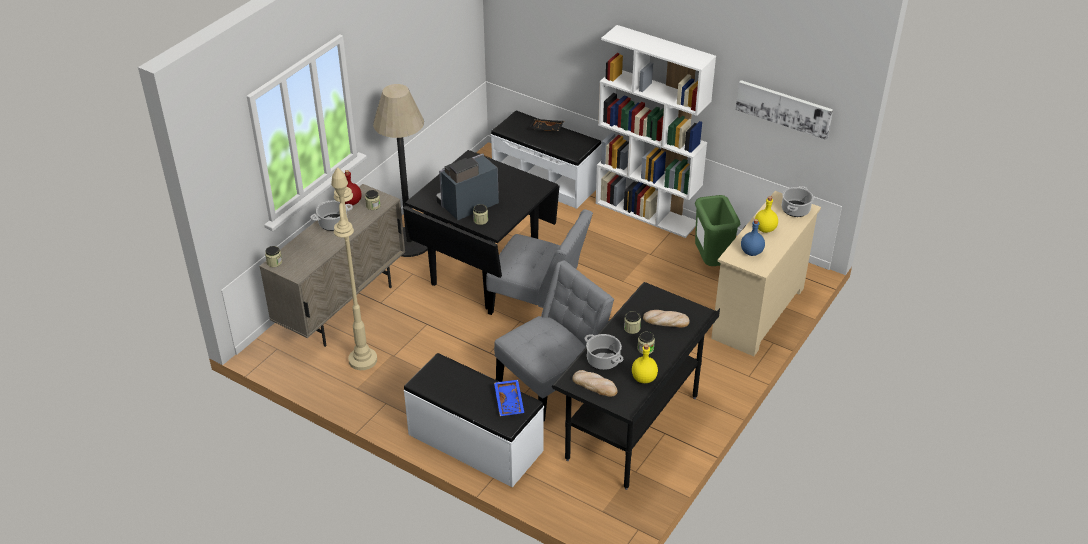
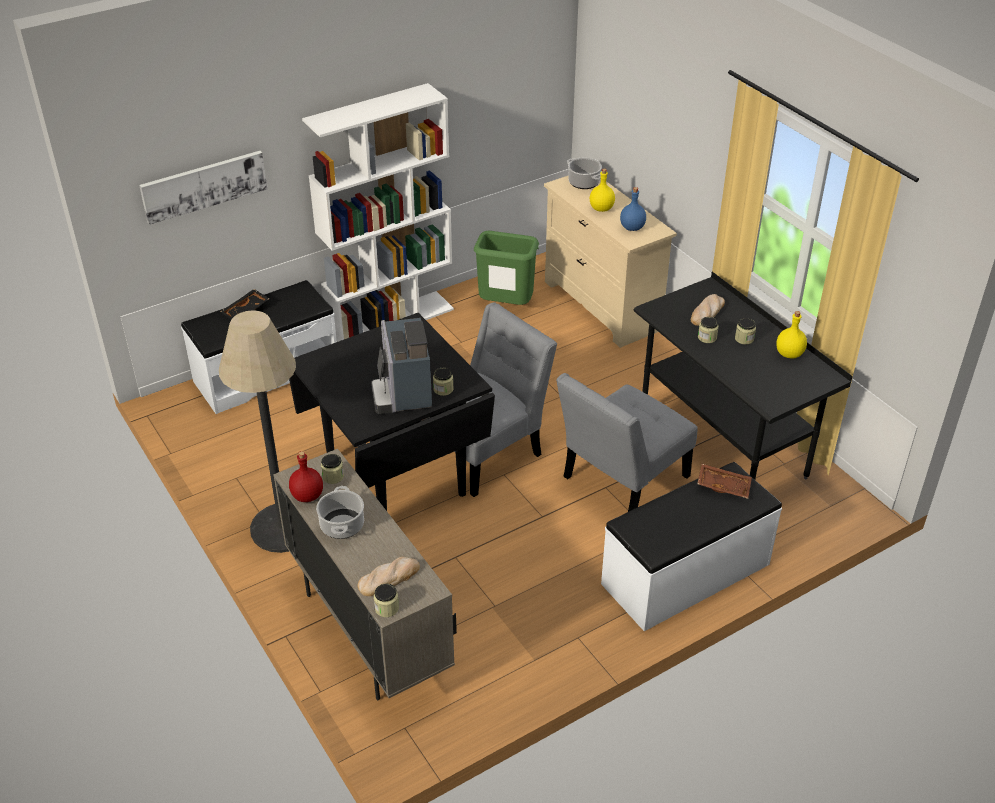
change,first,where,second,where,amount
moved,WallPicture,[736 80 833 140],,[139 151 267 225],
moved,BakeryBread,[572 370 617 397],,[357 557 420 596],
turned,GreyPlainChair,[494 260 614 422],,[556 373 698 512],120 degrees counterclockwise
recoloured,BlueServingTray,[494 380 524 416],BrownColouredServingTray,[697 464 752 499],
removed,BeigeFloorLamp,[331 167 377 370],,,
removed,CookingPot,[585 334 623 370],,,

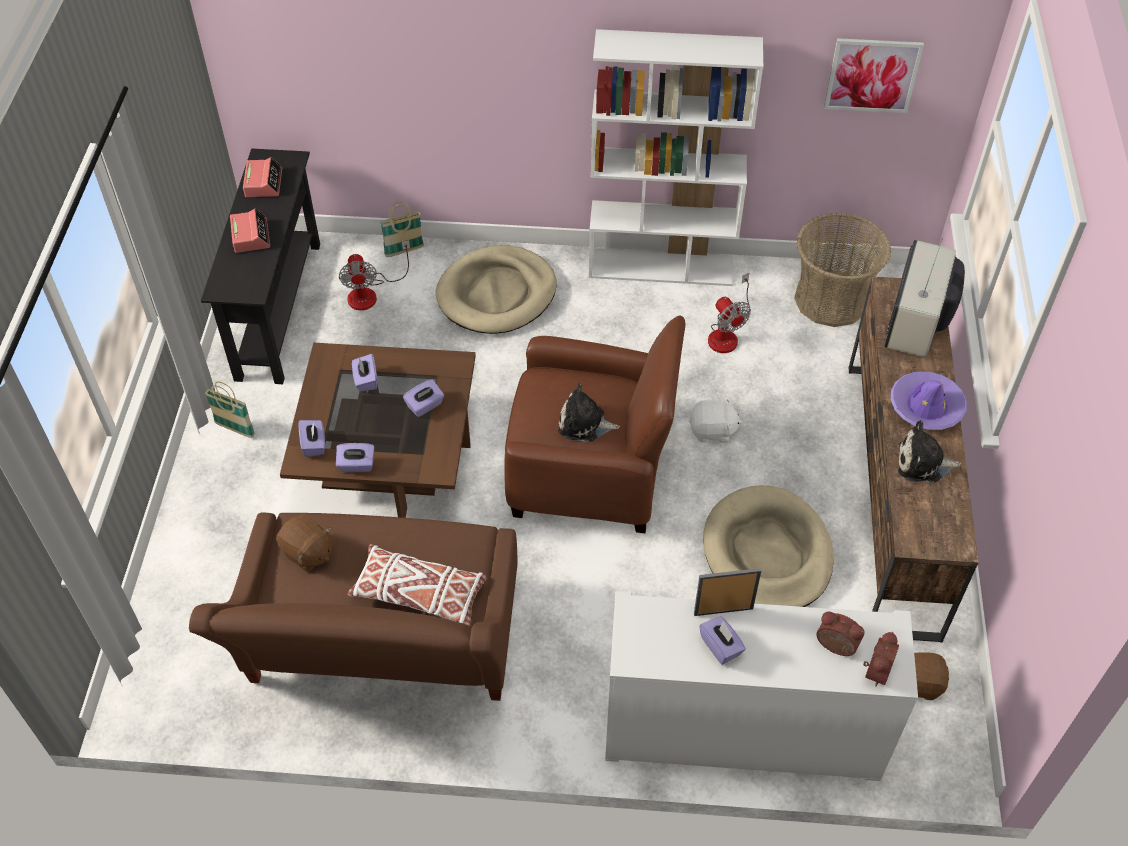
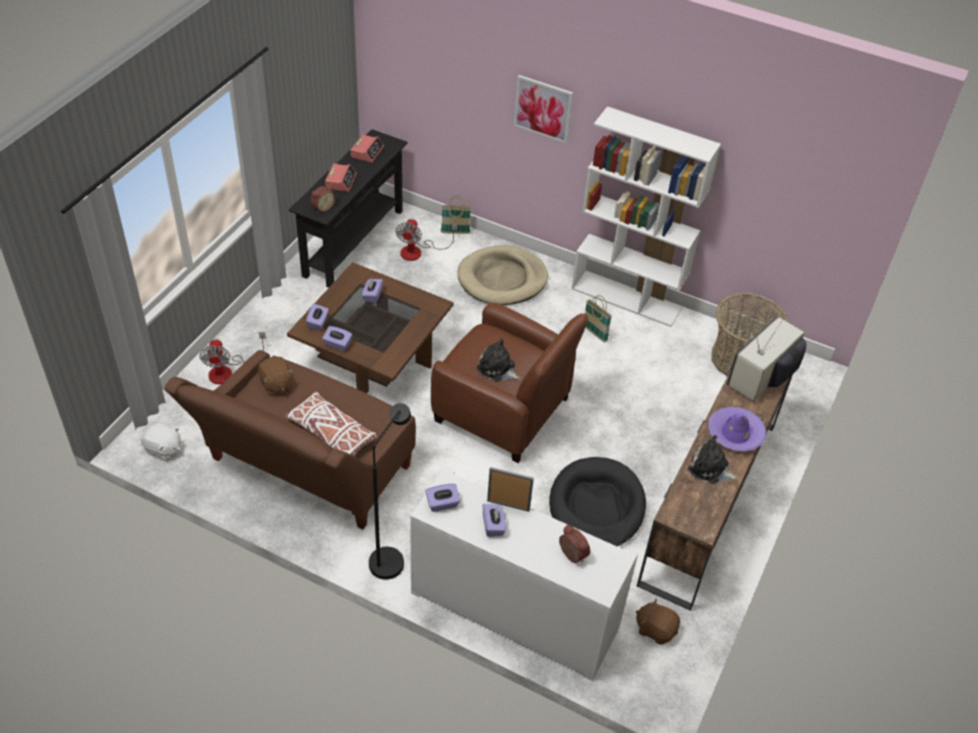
change,first,where,second,where,amount
moved,WhiteColouredPlushToy,[689 398 742 443],,[141 423 181 461],
moved,ElectricFan,[708 273 751 353],,[199 332 266 384],
moved,AlarmClock,[863 632 899 686],,[310 184 336 213],
added,,,BlackishFloorLamp,[369 403 411 580],
moved,PurpleTissueBox,[403 379 444 417],,[425 484 460 512],
moved,WallPicture,[824 38 924 113],,[514 75 573 144],
recoloured,BeigeDogCushion,[703 485 834 607],BlackishDogCushion,[549 457 646 546],
moved,Basket,[205 382 255 438],,[585 295 612 342],

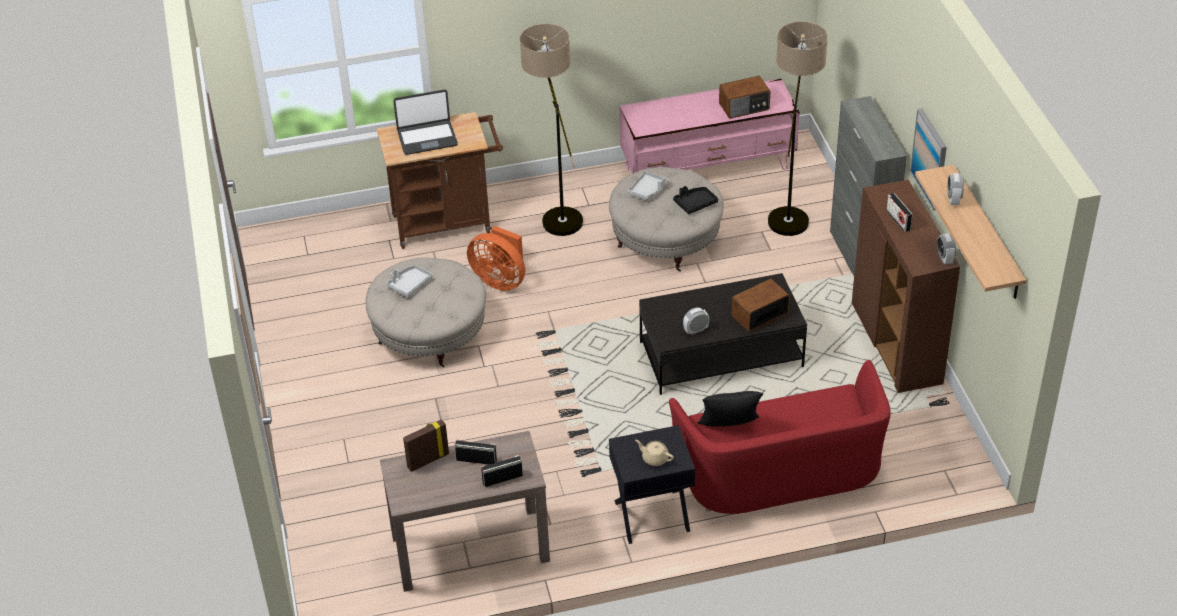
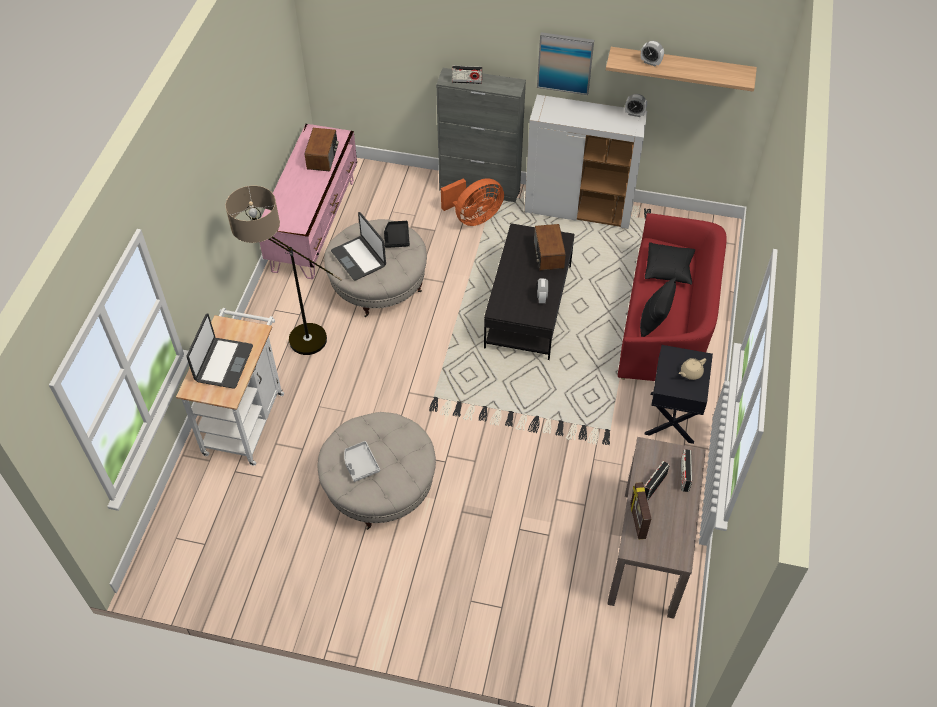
change,first,where,second,where,amount
recoloured,BrownColouredWheeledCart,[377 112 503 249],WhiteColouredWheeledCart,[176 308 284 466],
replaced,GreyServingTray,[628 171 668 200],PortableComputer,[331 212 386 281],
moved,OrangeColouredElectricFan,[467 226 525 291],,[441 178 504 226],
moved,RadioReceiver,[886 193 913 232],,[452 66 482 84],
recoloured,BrownColouredCabinet,[852 180 960 393],WhiteColouredCabinet,[524 95 647 229],
added,,,BlackishPillow,[645 242 695 285],
removed,FloorLamp,[768 21 828 236],,,

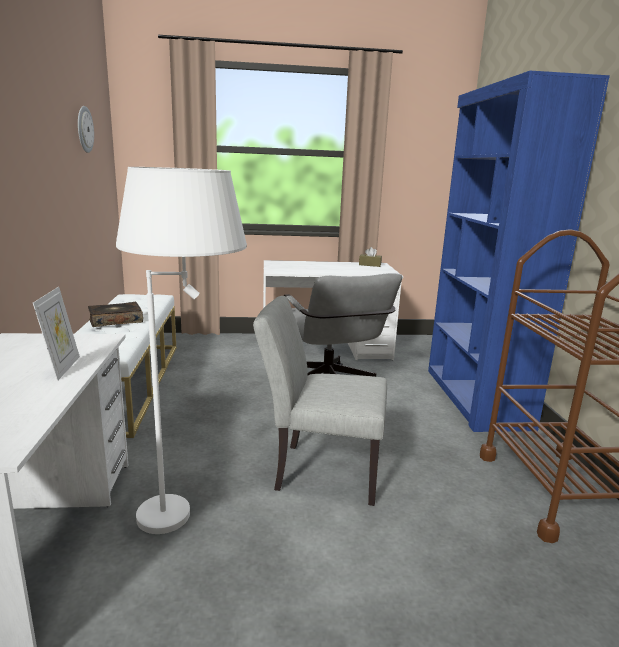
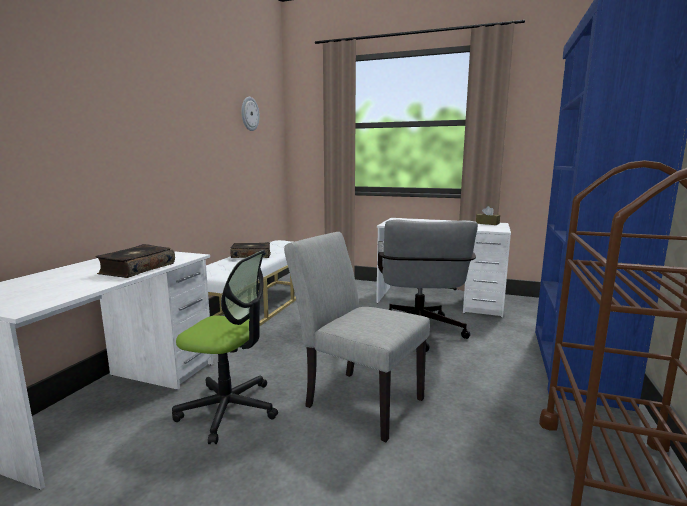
change,first,where,second,where,amount
replaced,StandingFrame,[33 287 80 381],BoundBook,[95 244 175 278],
replaced,WhiteColouredFloorLamp,[116 167 247 534],ComputerChair,[172 250 278 444],

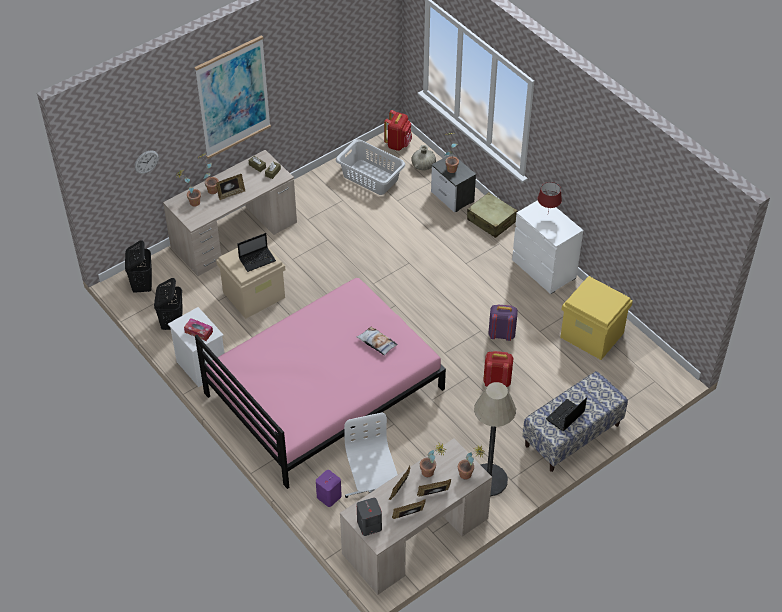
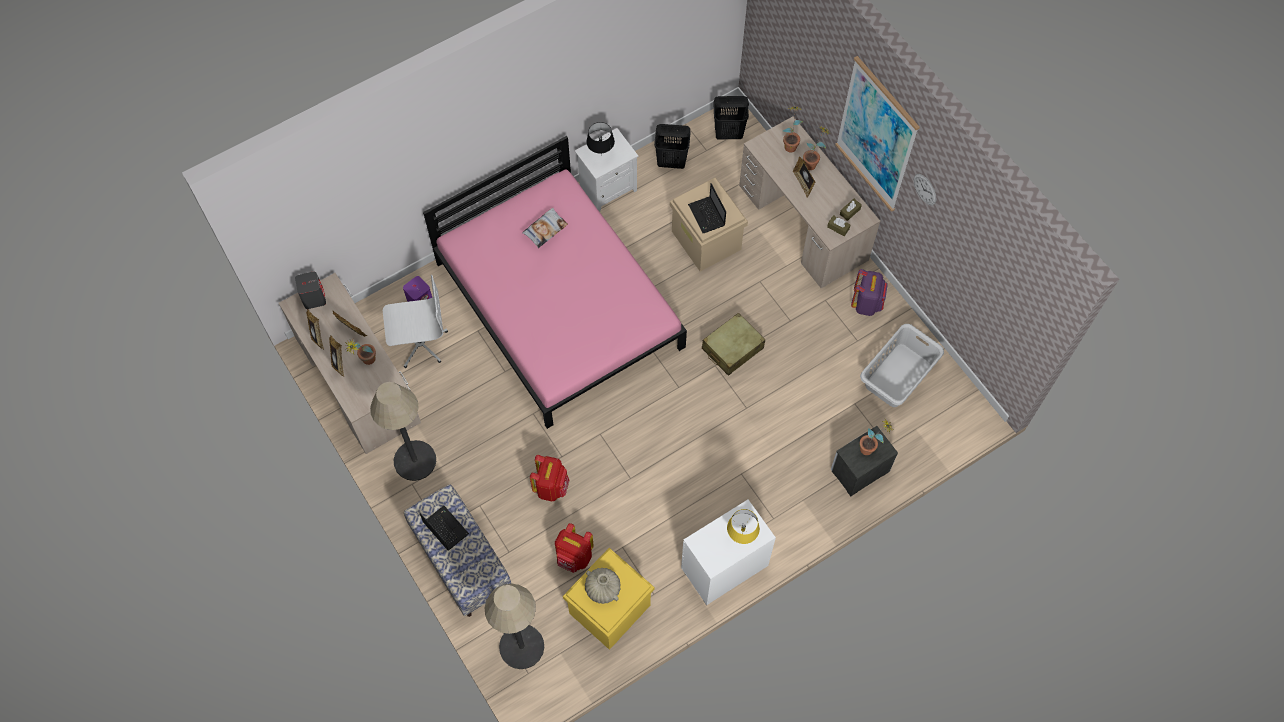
change,first,where,second,where,amount
added,,,FloorLamp,[485 584 544 669],
moved,Pillow,[356 327 398 356],,[522 208 568 248],
moved,ReddishKnapsack,[384 110 412 151],,[555 523 594 573],
moved,BeigeDecorativeVase,[411 145 436 170],,[585 568 621 604],
replaced,TissueBox,[184 318 213 341],BlackishTabletopLamp,[586 122 615 153],
moved,BeigeSuitcase,[467 192 517 238],,[702 313 765 376],
recoloured,ReddishTabletopLamp,[538 182 562 211],YellowTabletopLamp,[727 509 760 544],
moved,PurpleKnapsack,[488 304 518 341],,[851 269 888 316],
moved,ClockOnTheWall,[135 150 159 174],,[914 174 936 205],
removed,PlantInAPot,[458 445 485 480],,,

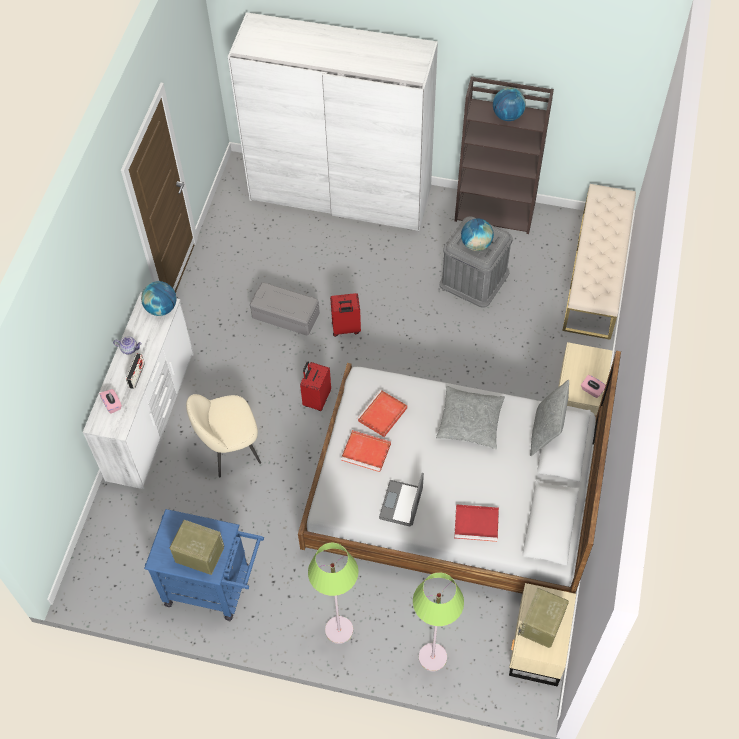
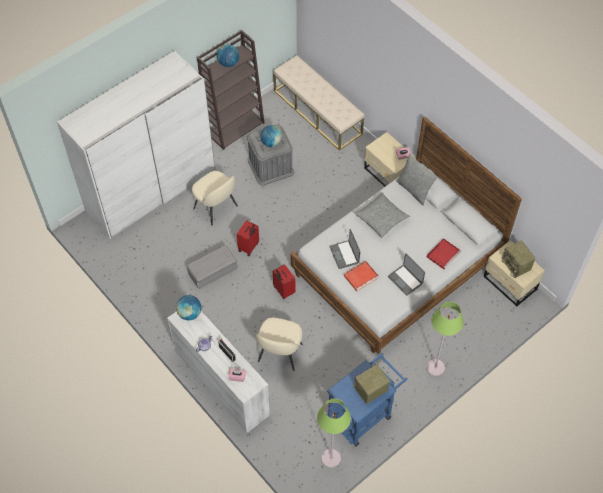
change,first,where,second,where,amount
added,,,BeigePlainChair,[192 171 238 226],
moved,GreenishFloorLamp,[413 572 464 671],,[317 398 351 468],
replaced,ReddishServingTray,[357 390 407 437],PortableComputer,[329 229 360 269],

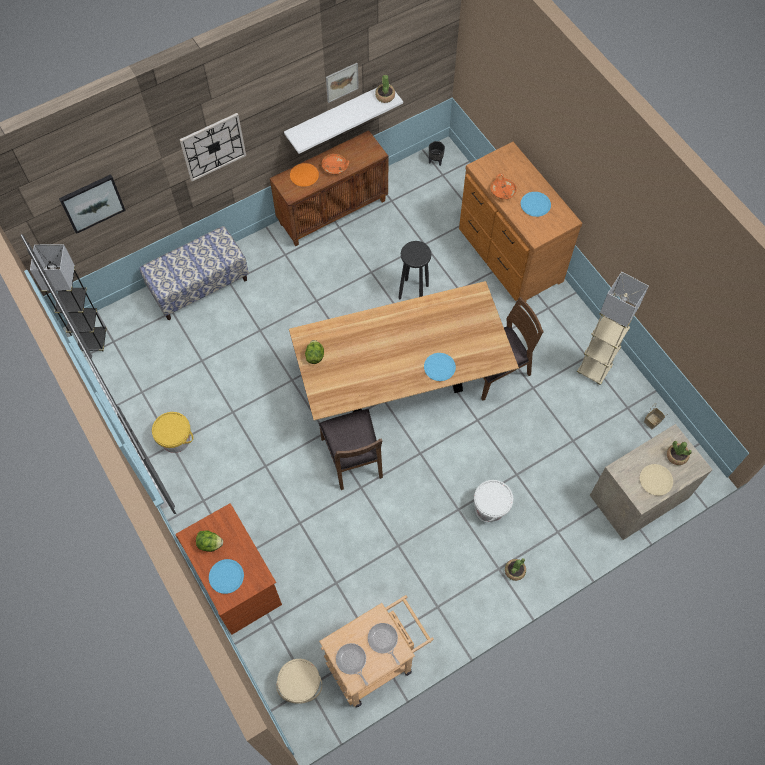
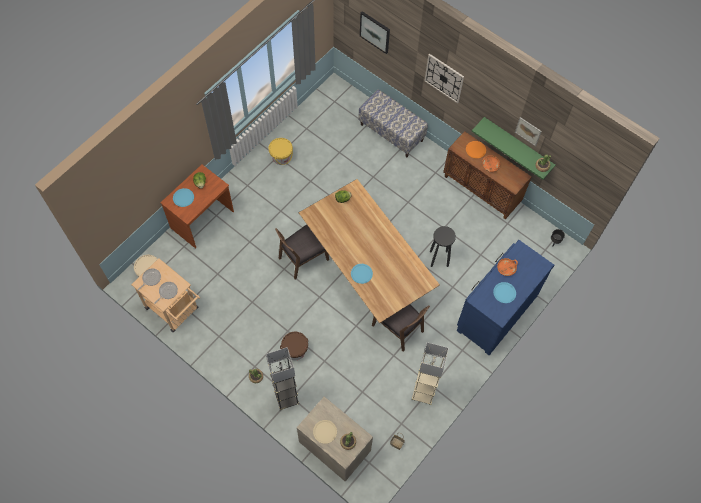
change,first,where,second,where,amount
moved,GreyFloorLamp,[30 244 106 351],,[266 347 299 410],
recoloured,WhiteColouredBucket,[474 480 513 522],BrownColouredBucket,[280 332 308 360],
recoloured,BrownColouredDresser,[459 142 582 306],BlueDresser,[457 240 554 356],
recoloured,WhiteColouredWallShelf,[284 84 403 154],GreenishWallShelf,[472 117 555 180],

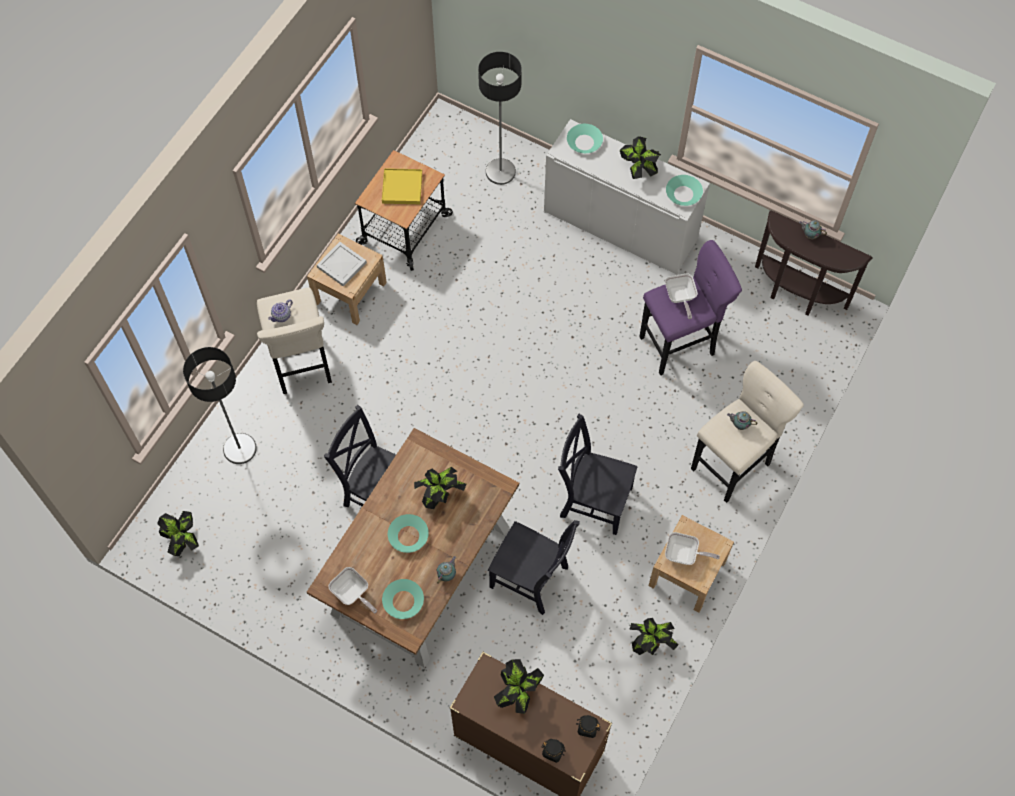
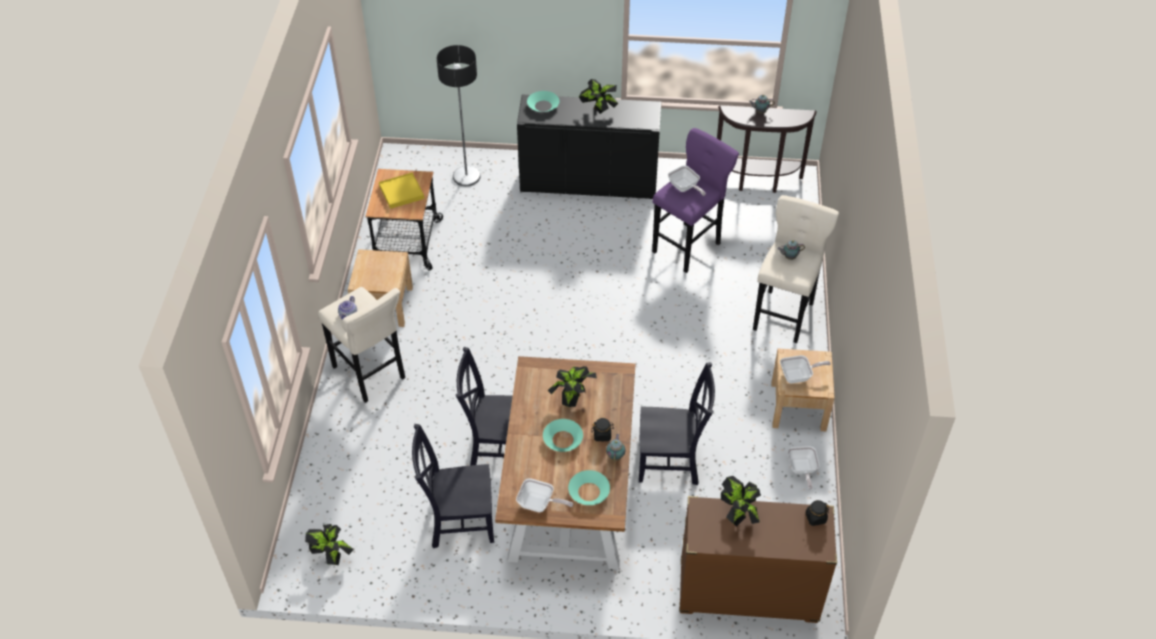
change,first,where,second,where,amount
moved,BlackishPlainChair,[558 414 638 535],,[412 424 494 548],
recoloured,WhiteColouredCabinet,[544 119 710 274],BlackishCabinet,[517 95 661 199],
moved,BlackishJar,[542 739 566 763],,[592 418 614 441],
replaced,PlantInAPot,[629 618 679 655],Pan,[788 446 820 490],
removed,FloorLamp,[183 347 257 464],,,
removed,WhiteColouredServingTray,[317 242 367 287],,,
removed,TurquoiseDeepDish,[666 175 703 206],,,

